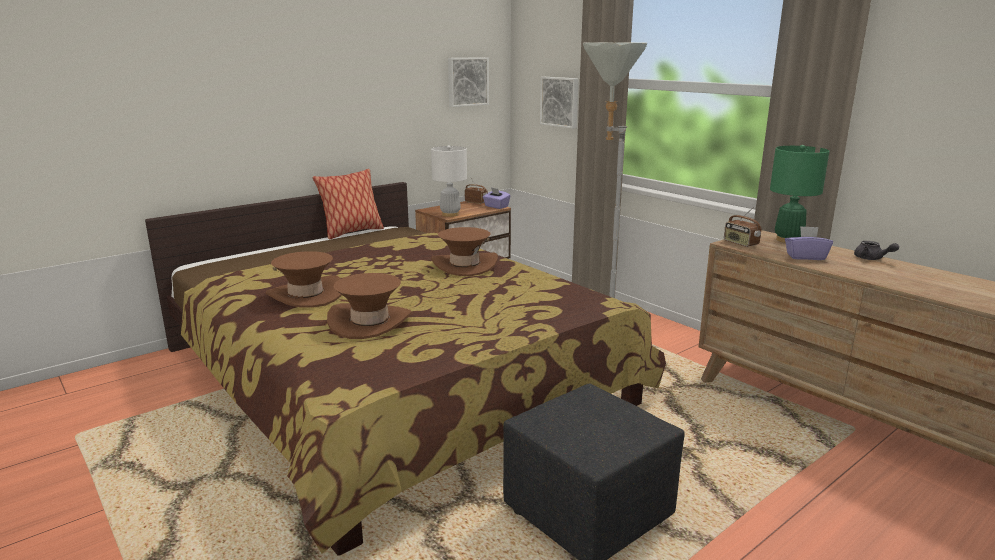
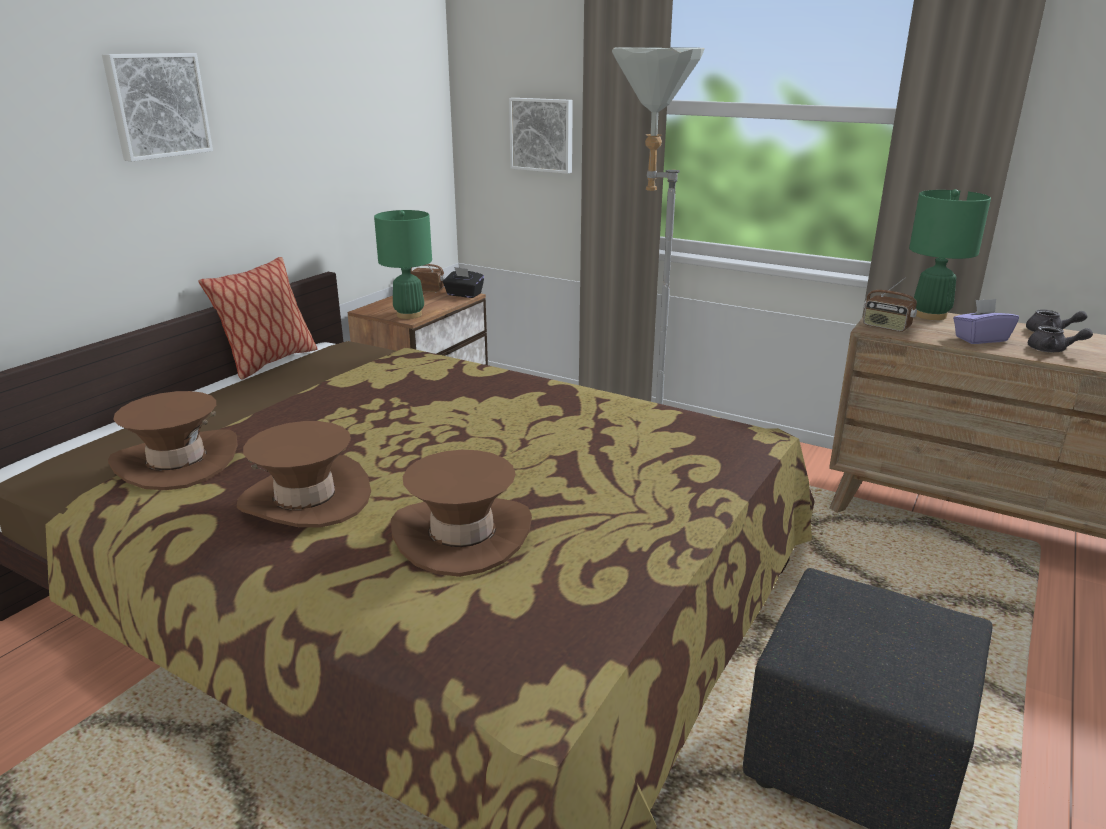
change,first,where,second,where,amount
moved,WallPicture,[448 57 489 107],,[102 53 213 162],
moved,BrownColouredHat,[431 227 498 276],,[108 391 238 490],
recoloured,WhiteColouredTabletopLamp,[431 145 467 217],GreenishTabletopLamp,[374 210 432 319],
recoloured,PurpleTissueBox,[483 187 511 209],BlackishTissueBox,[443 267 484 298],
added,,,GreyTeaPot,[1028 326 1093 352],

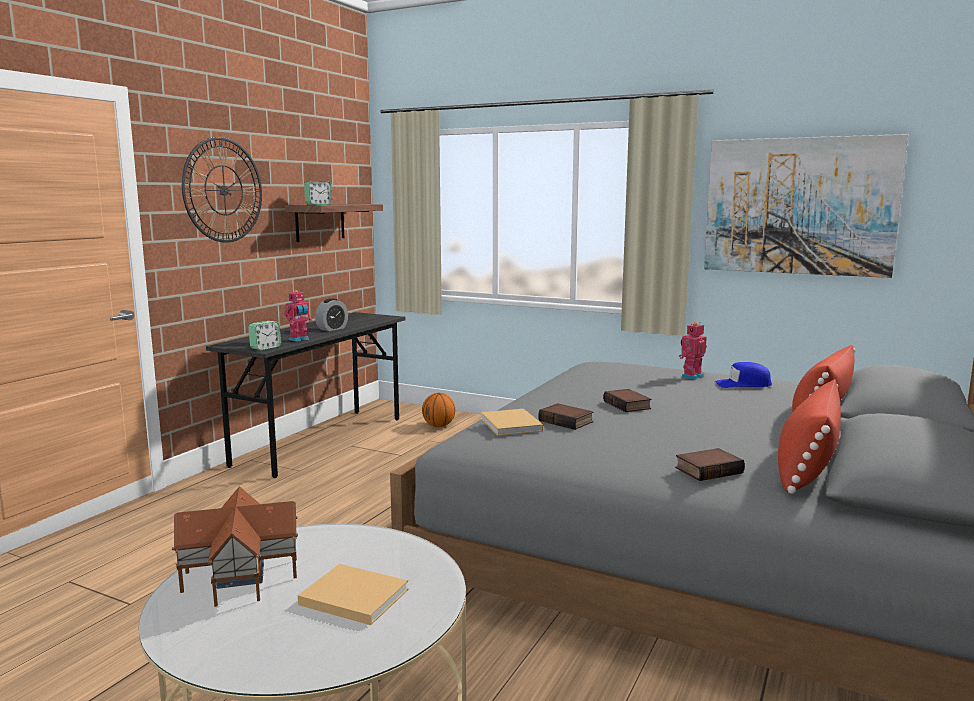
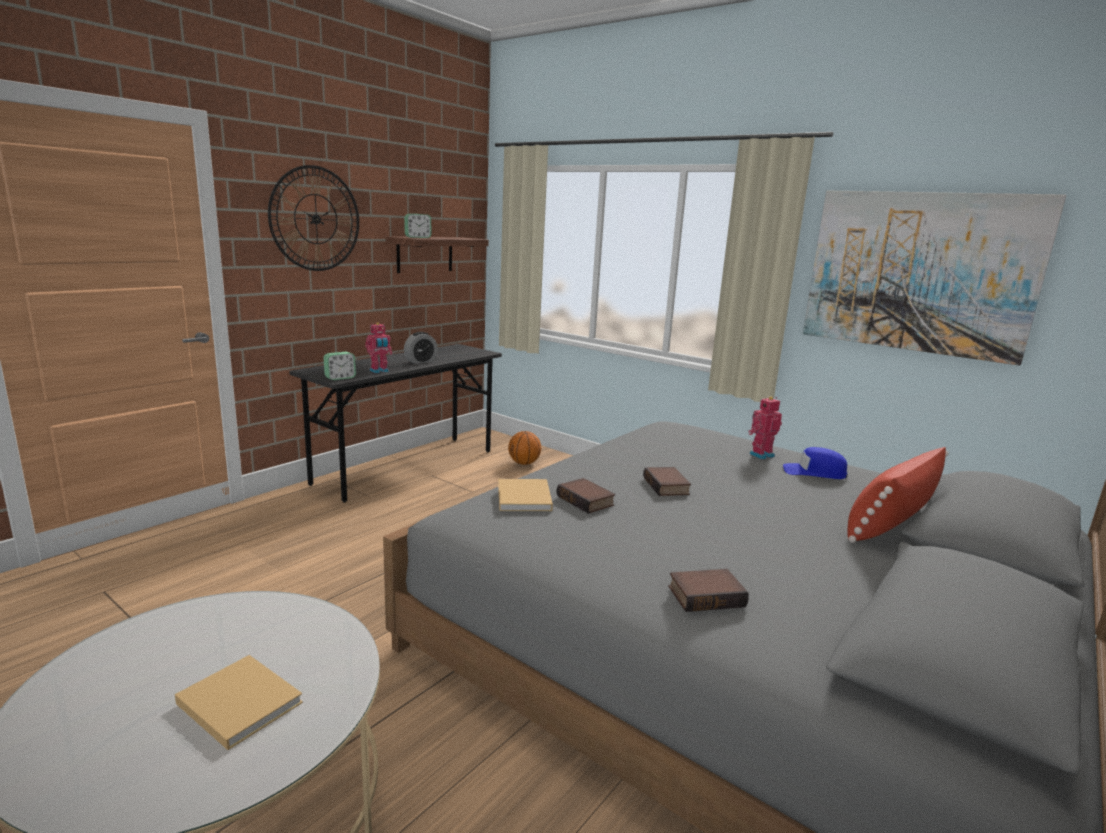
change,first,where,second,where,amount
removed,MiniatureHouse,[172 486 298 607],,,
removed,ReddishPillow,[778 379 841 494],,,

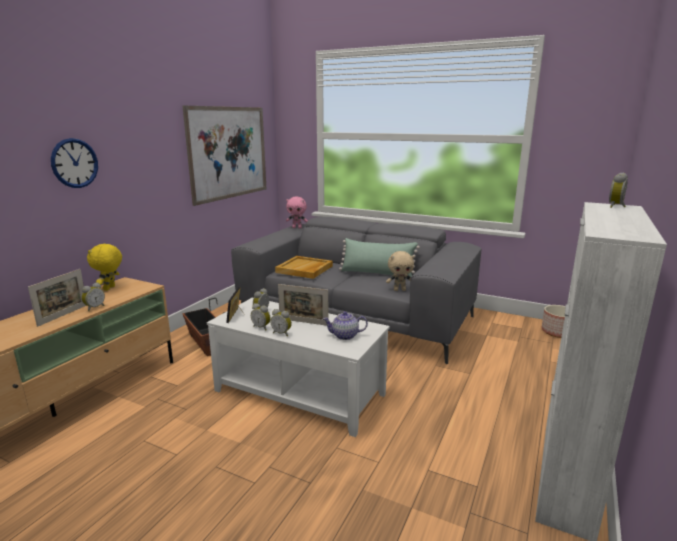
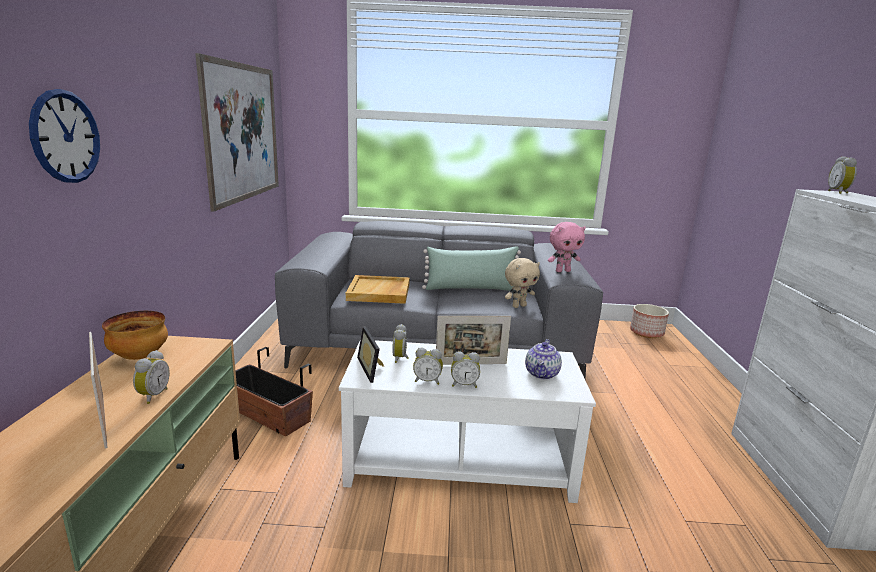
change,first,where,second,where,amount
turned,StandingFrame,[28 269 87 327],,[89 332 108 449],150 degrees clockwise
replaced,YellowPlushToy,[87 243 122 291],DeepDish,[102 311 168 360],
turned,TeaPot,[323 311 368 340],,[525 339 562 380],45 degrees counterclockwise
moved,PinkColouredPlushToy,[286 197 308 229],,[548 222 586 272],

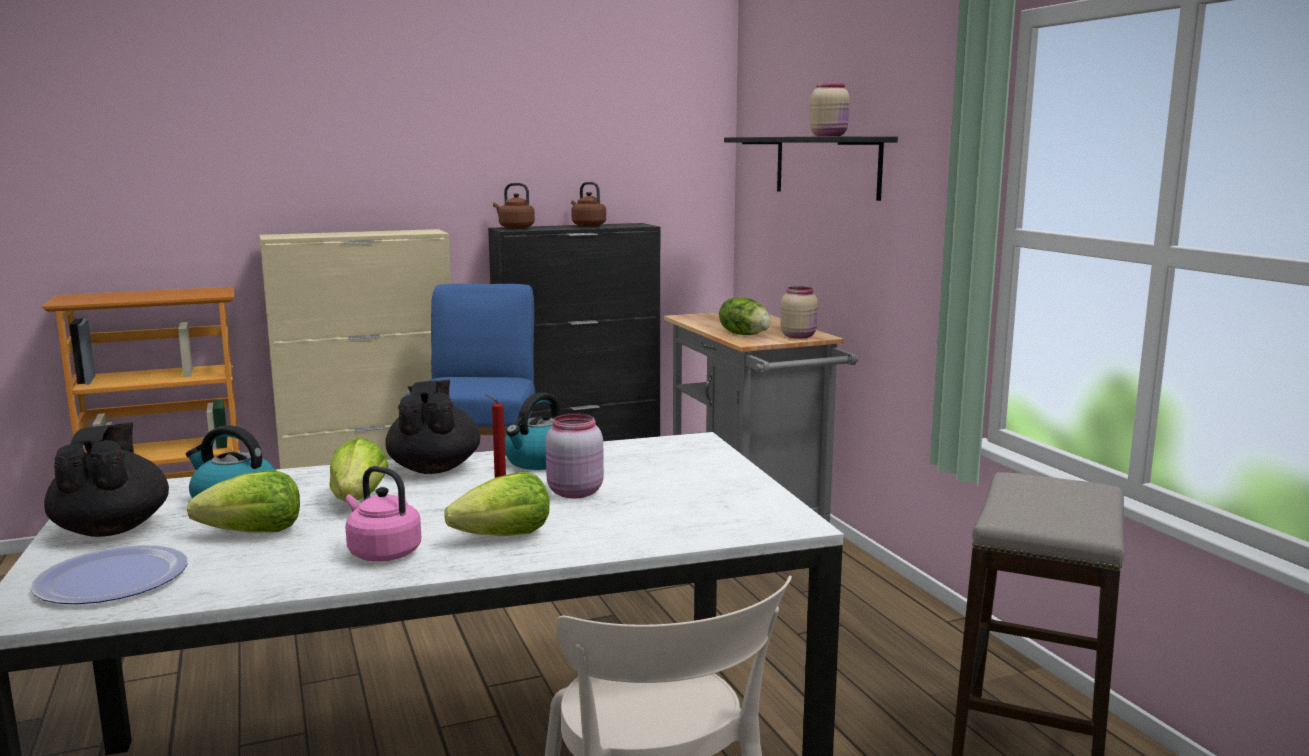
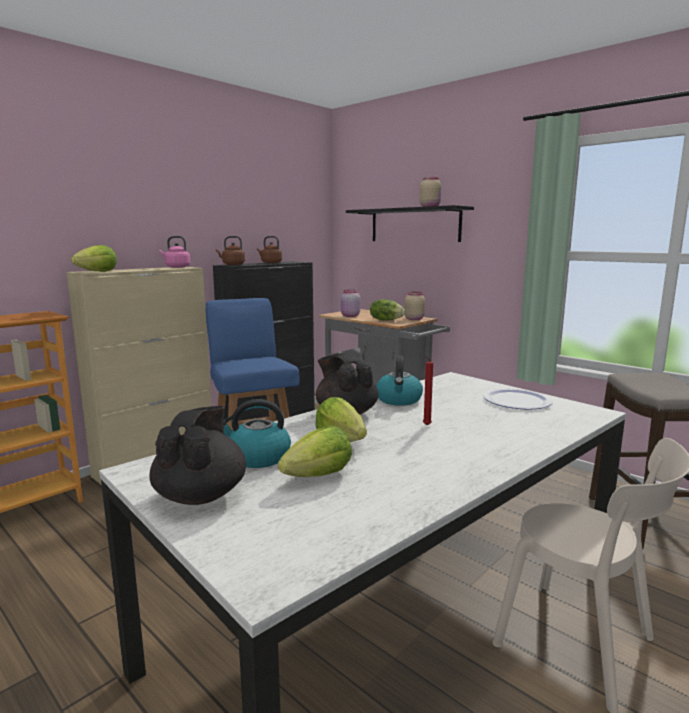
change,first,where,second,where,amount
moved,Lettuce,[444 472 550 536],,[71 245 117 272],
turned,BlackishTeaPot,[44 422 169 537],,[150 406 246 505],45 degrees clockwise
moved,PinkColouredWaterKettle,[345 466 421 562],,[159 236 190 268],
moved,PinkColouredJar,[546 413 604 498],,[341 289 360 317],
moved,FlatDish,[30 545 188 604],,[483 389 553 410],

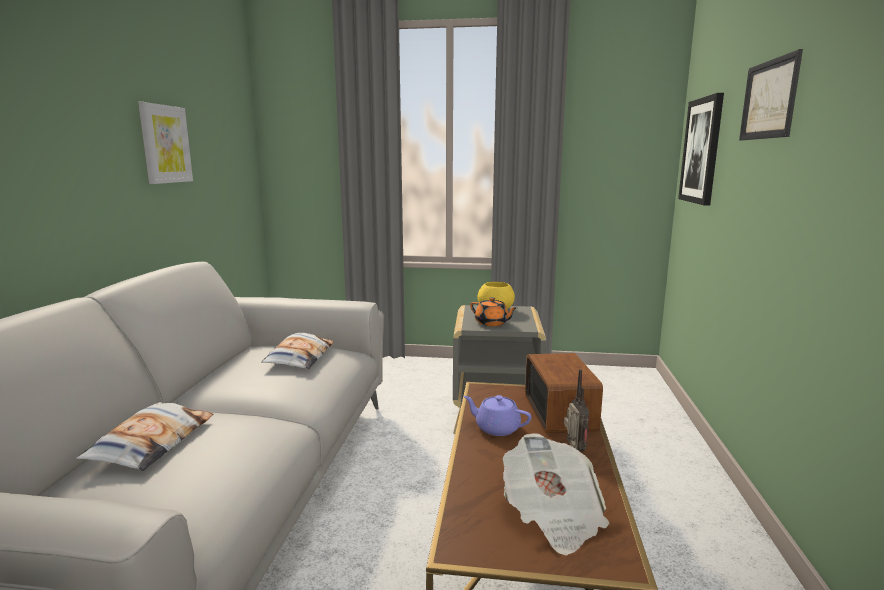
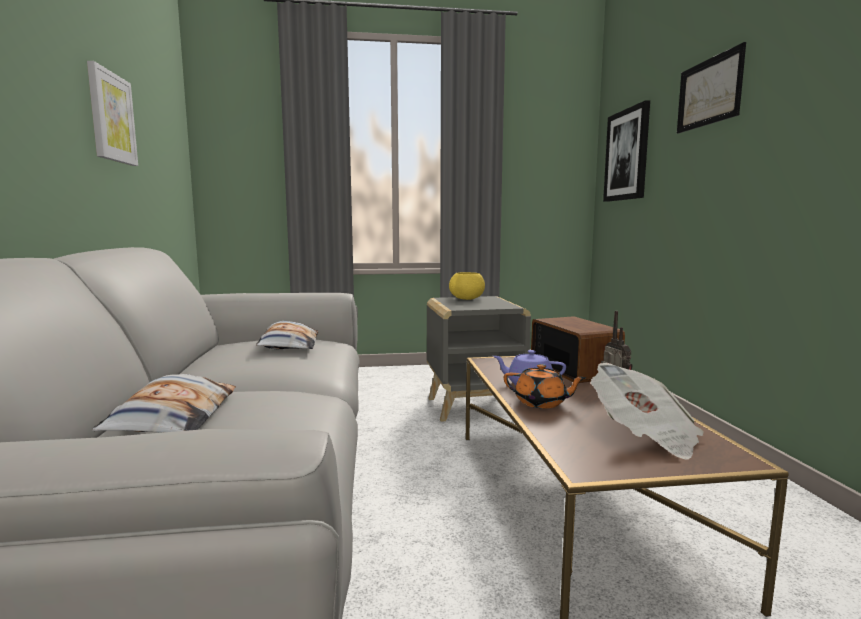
change,first,where,second,where,amount
moved,OrangeColouredTeaPot,[470 297 517 326],,[504 364 586 408],

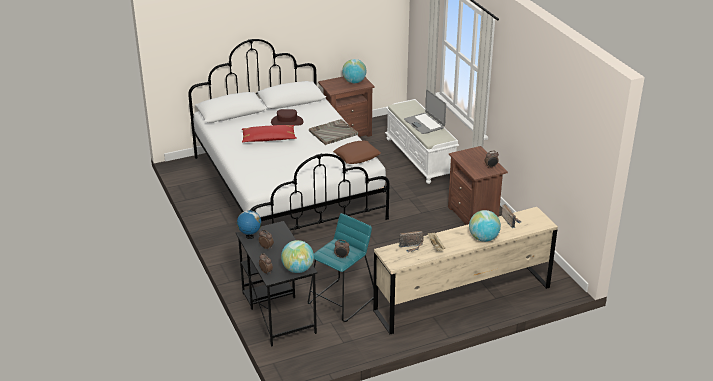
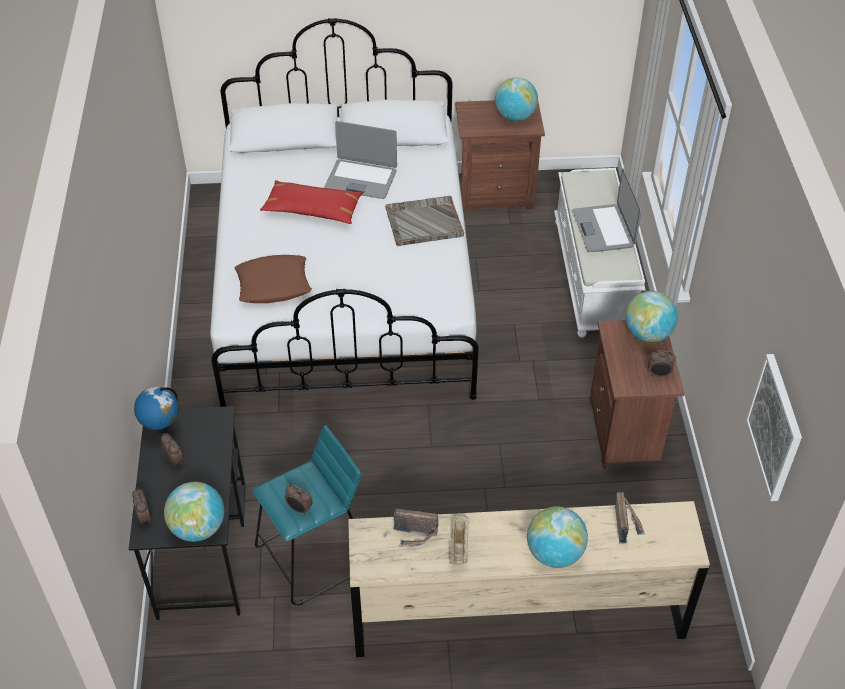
change,first,where,second,where,amount
moved,BrownColouredPillow,[333 141 381 164],,[235 255 312 303],
replaced,BrownColouredHat,[271 109 304 126],PortableComputer,[324 121 397 199],
added,,,DeskGlobe,[625 291 678 342],
added,,,WallPicture,[746 354 802 501],

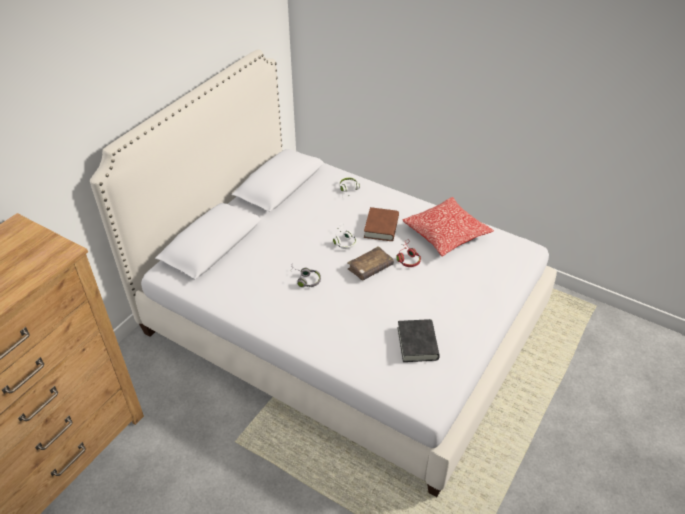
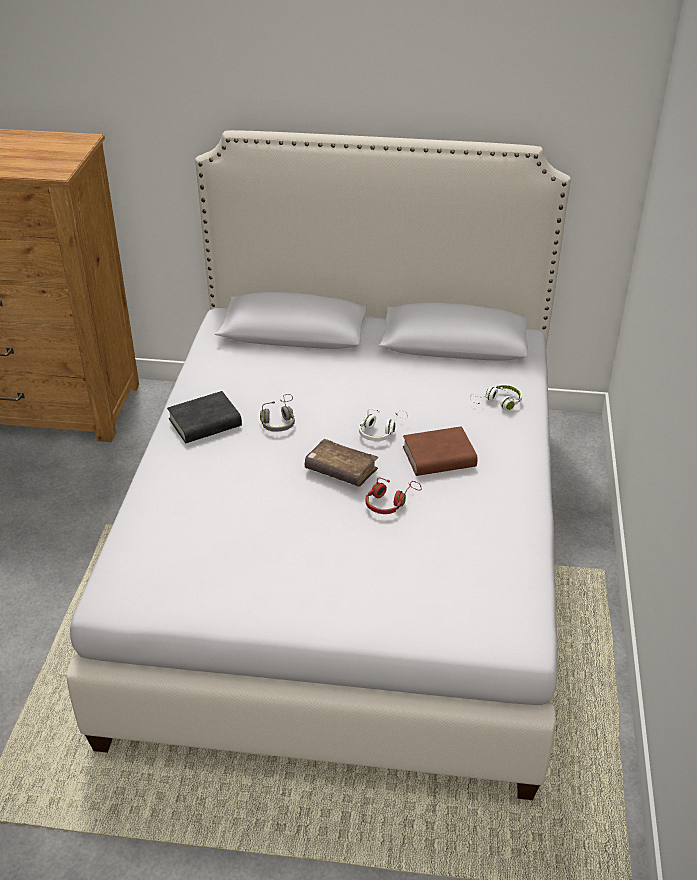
change,first,where,second,where,amount
moved,BlackishBoundBook,[397 319 440 362],,[167 391 242 443],
removed,Pillow,[402 197 494 256],,,

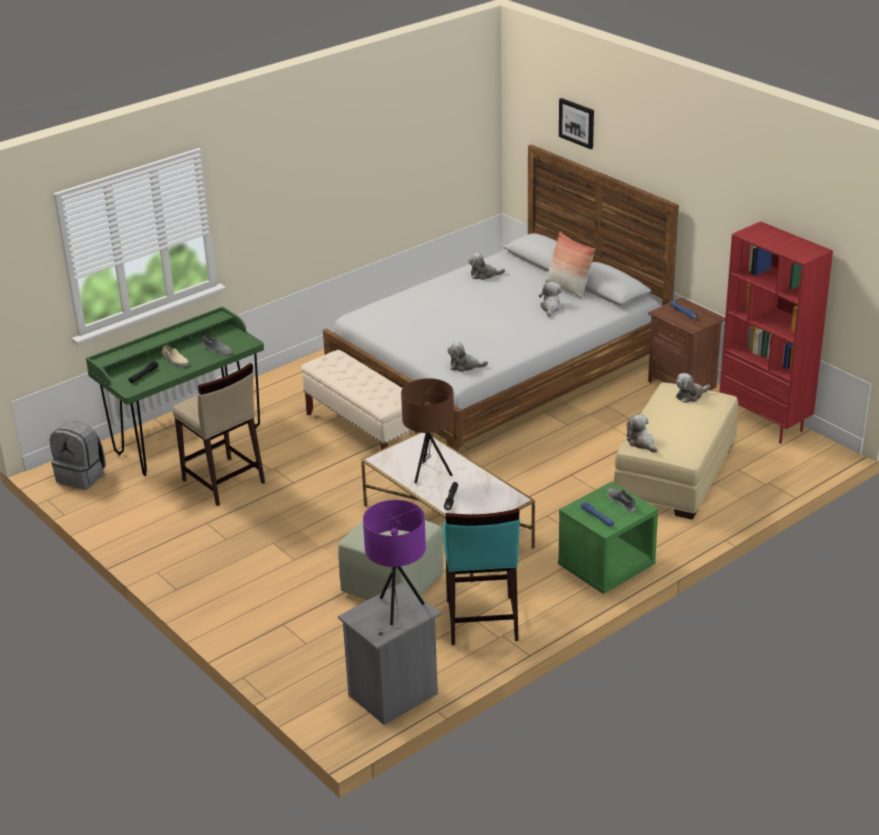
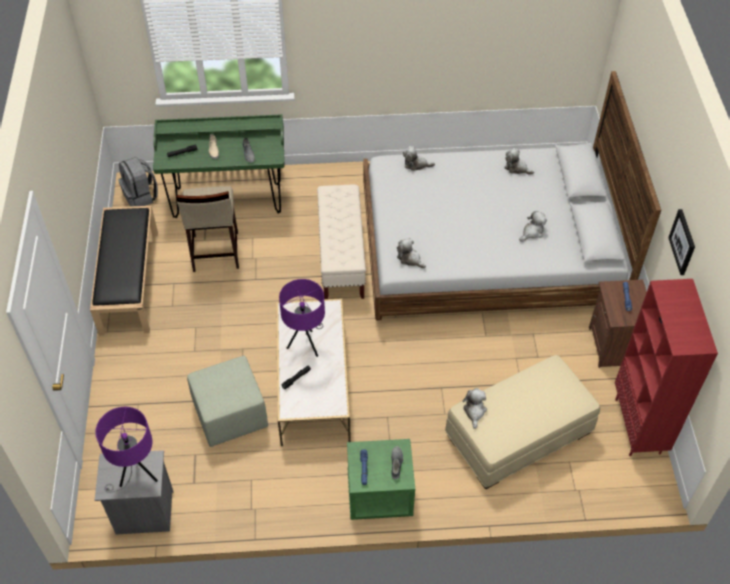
change,first,where,second,where,amount
added,,,BlackishBench,[90 206 158 336],
recoloured,BrownColouredTabletopLamp,[401 378 454 483],PurpleTabletopLamp,[279 279 325 357],
moved,PlushToy,[676 373 710 403],,[403 146 435 171],
moved,WallPicture,[559 98 594 149],,[668 209 695 275],
removed,TurquoiseStool,[442 509 520 645],,,
removed,Pillow,[545 231 596 299],,,

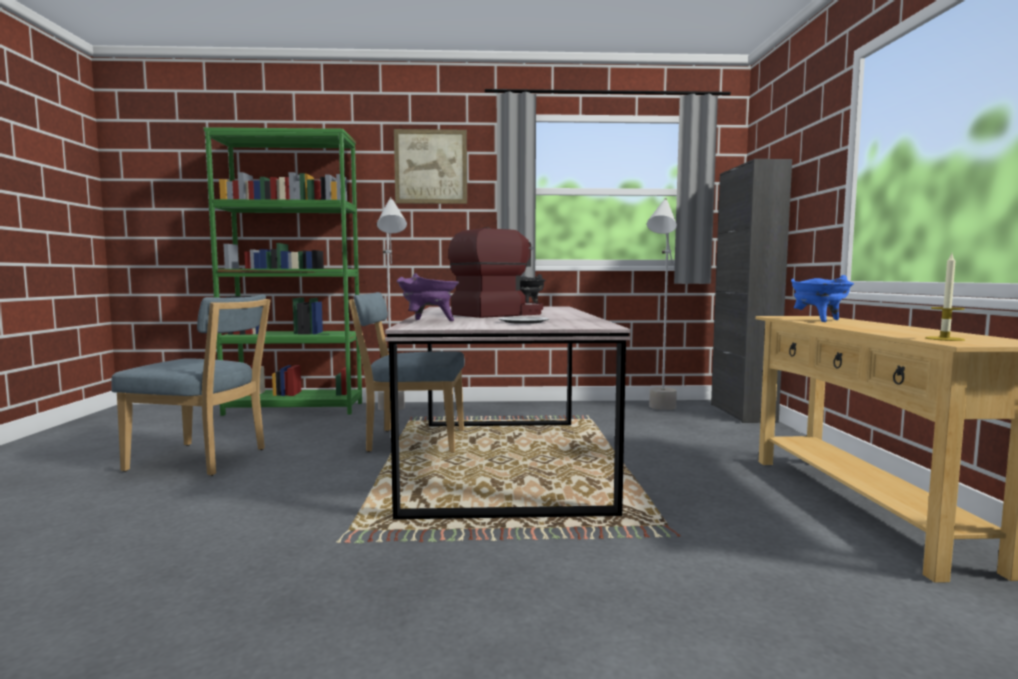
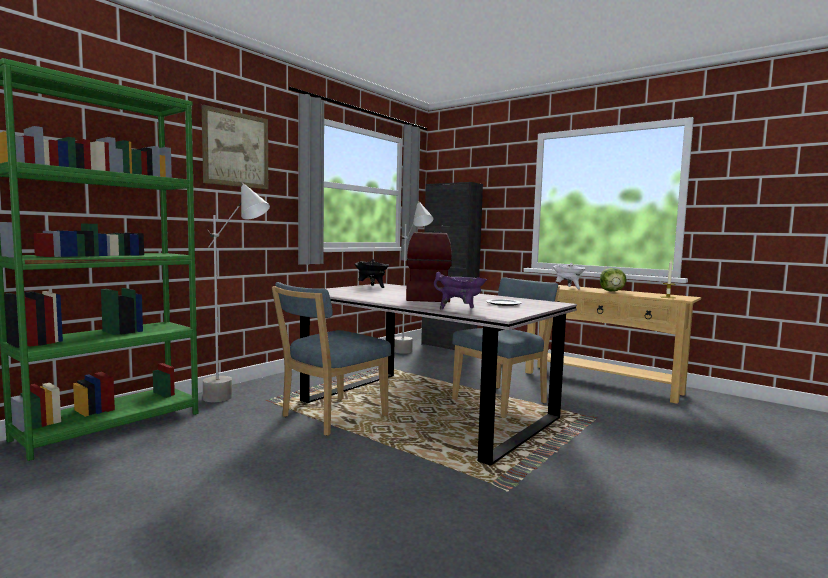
change,first,where,second,where,amount
moved,BluePlainChair,[111 294 270 476],,[452 277 560 418],
recoloured,BlueCookingPot,[791 275 854 322],WhiteColouredCookingPot,[553 263 586 289],
added,,,Lettuce,[600 268 627 291],

